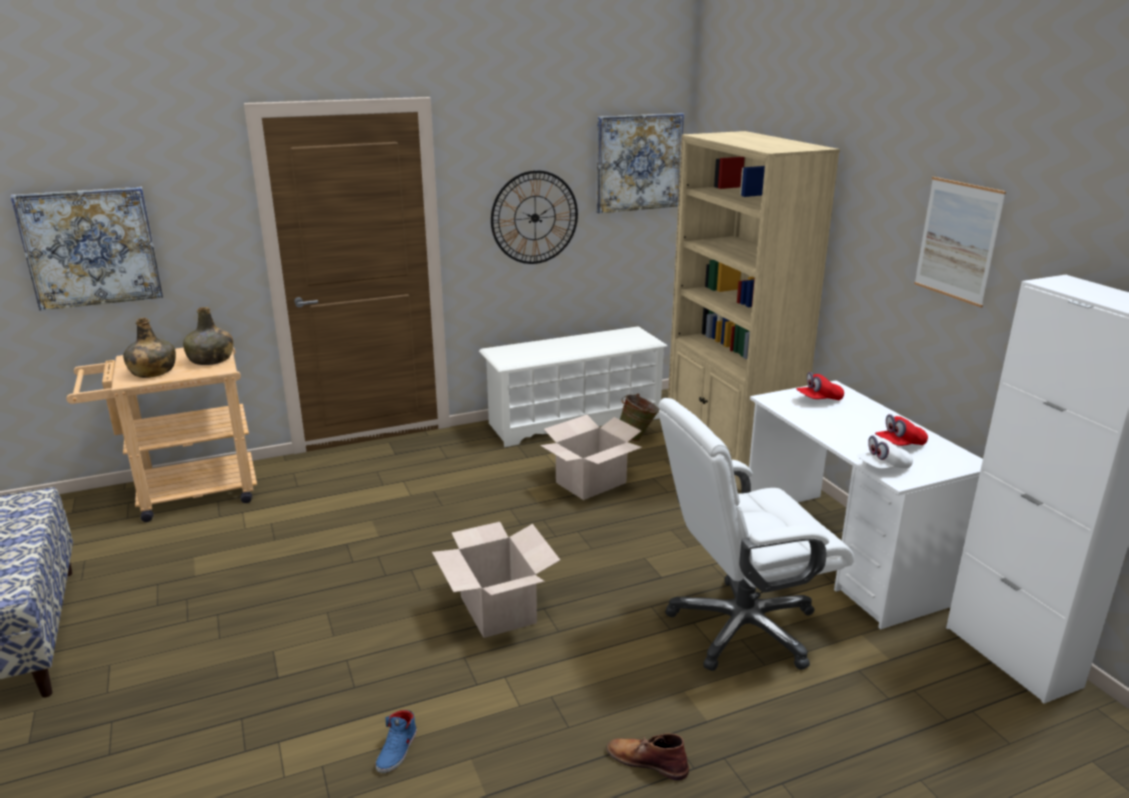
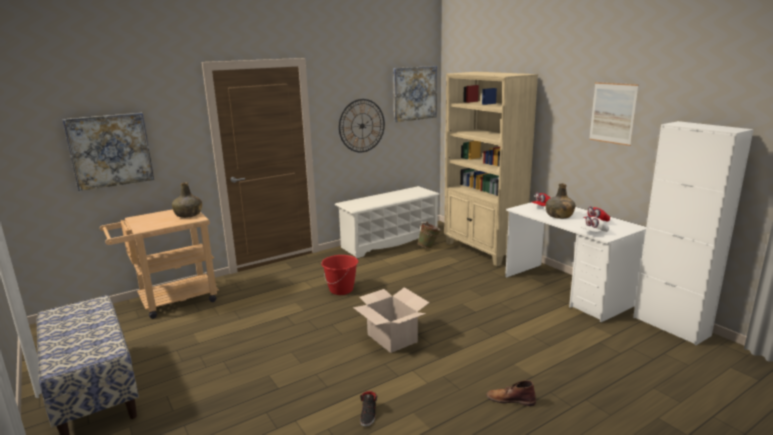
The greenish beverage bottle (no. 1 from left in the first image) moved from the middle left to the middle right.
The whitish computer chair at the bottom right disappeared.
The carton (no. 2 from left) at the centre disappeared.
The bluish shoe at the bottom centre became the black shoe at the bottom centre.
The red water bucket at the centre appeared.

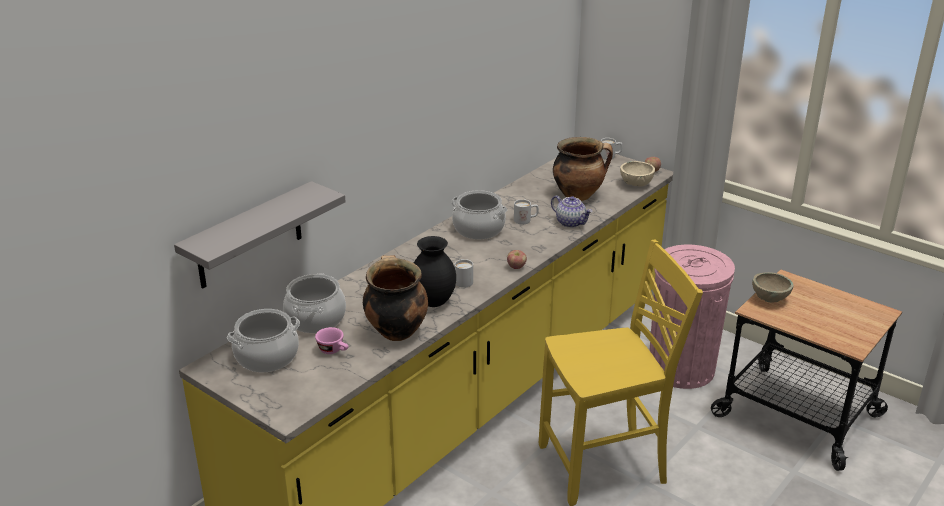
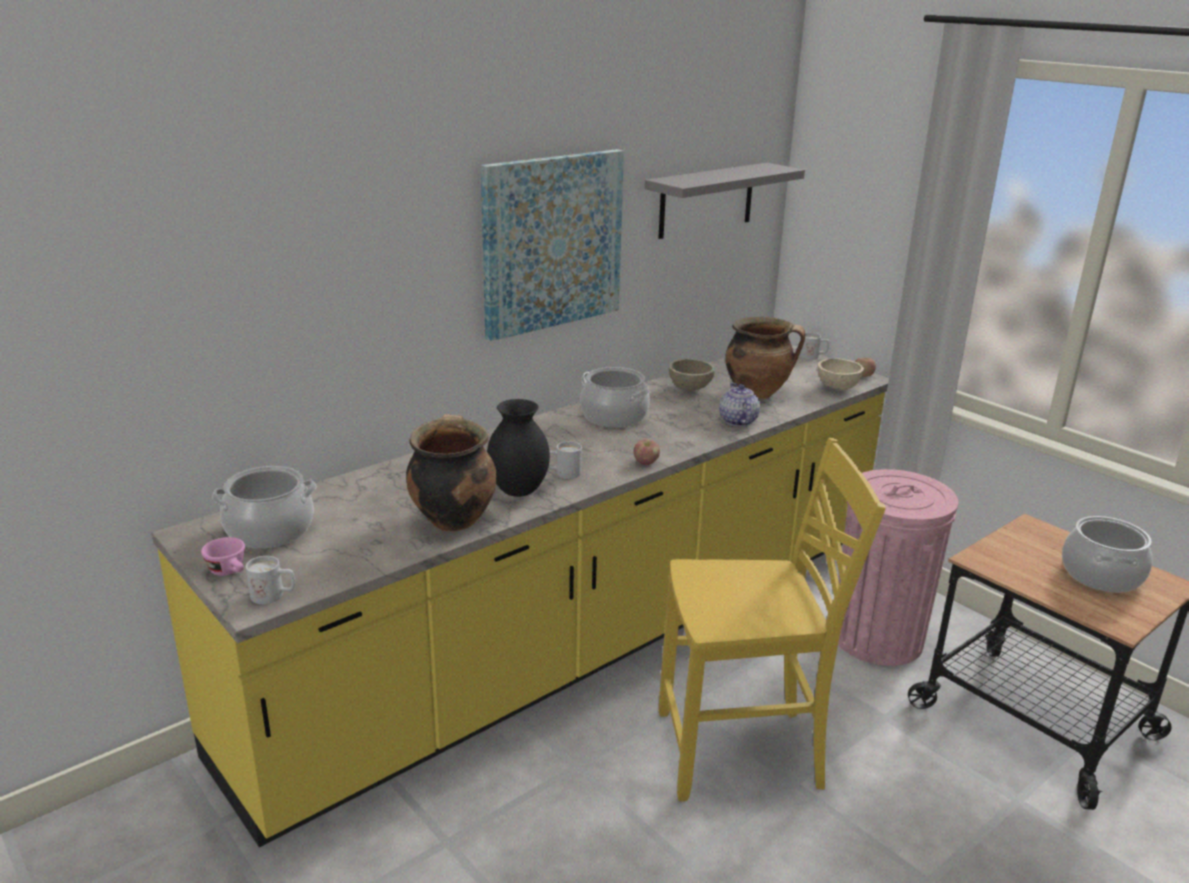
The greyish wall shelf moved from the middle left to the top centre.
The teapot at the centre turned 150 degrees counterclockwise.
The whitish coffee mug (no. 2 from left in the first image) moved from the centre to the middle left.
The sand-coloured bowl (no. 2 from left in the first image) moved from the middle right to the centre.
The stockpot (no. 2 from left in the first image) moved from the middle left to the middle right.
The pink small cup moved from the bottom centre to the middle left.
The picture at the top centre appeared.

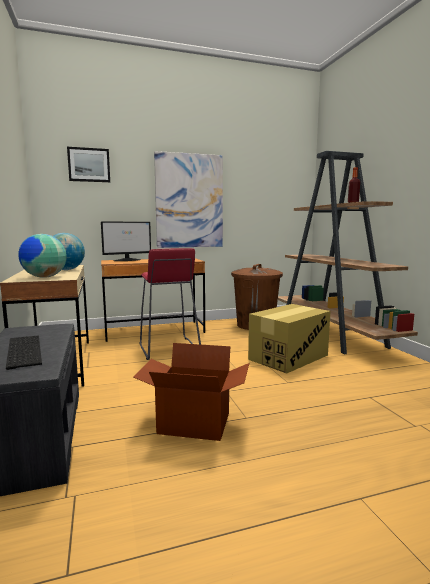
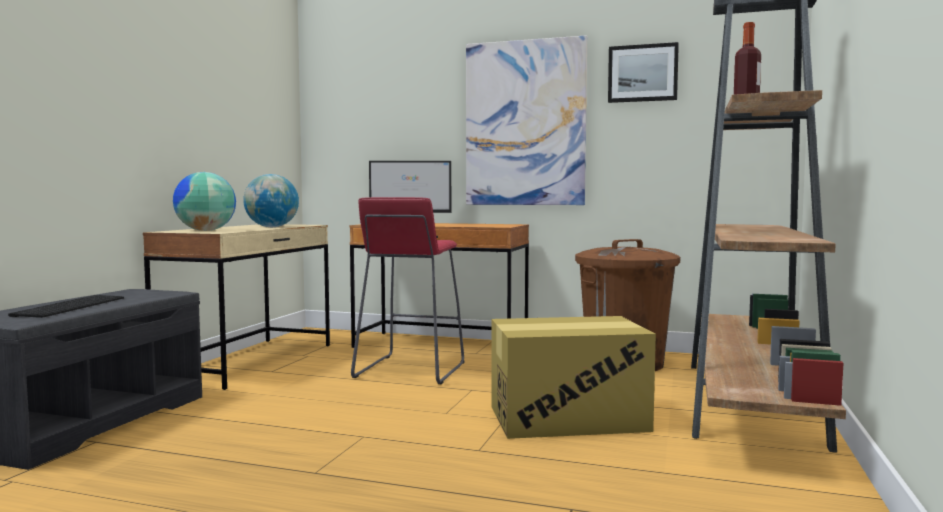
The picture (no. 1 from left in the first image) moved from the top left to the top right.
The carton (no. 1 from left) at the bottom centre disappeared.

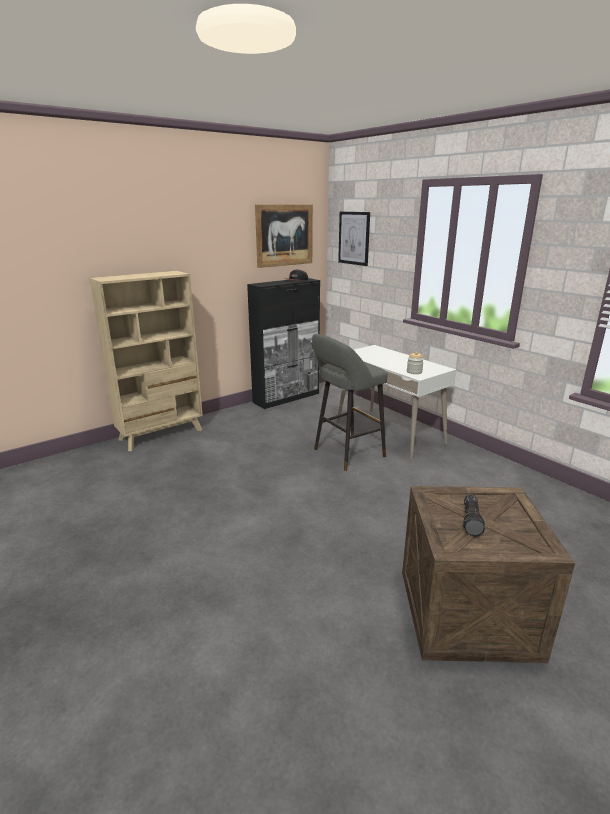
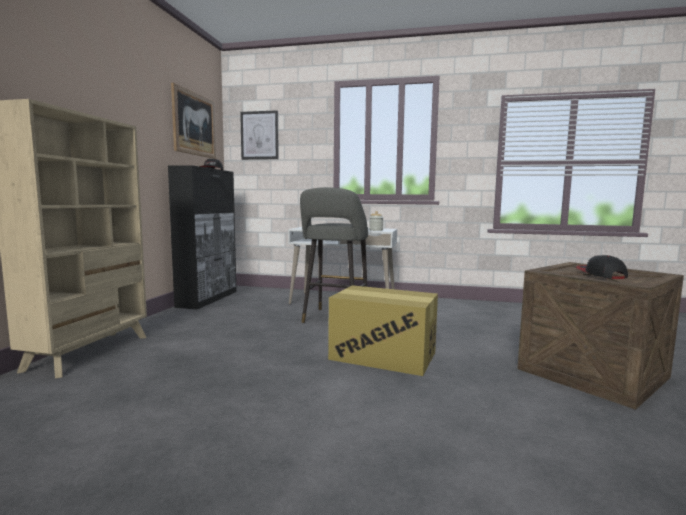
The flashlight at the middle right was replaced by the baseball cap (no. 2 from left) at the middle right.
The carton at the centre appeared.

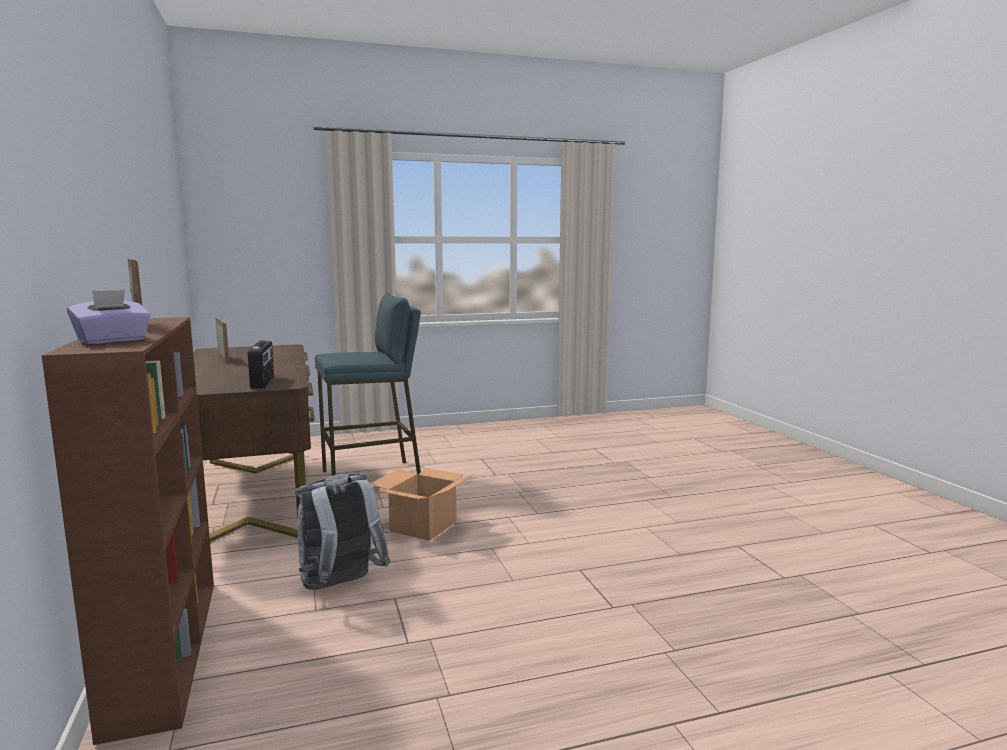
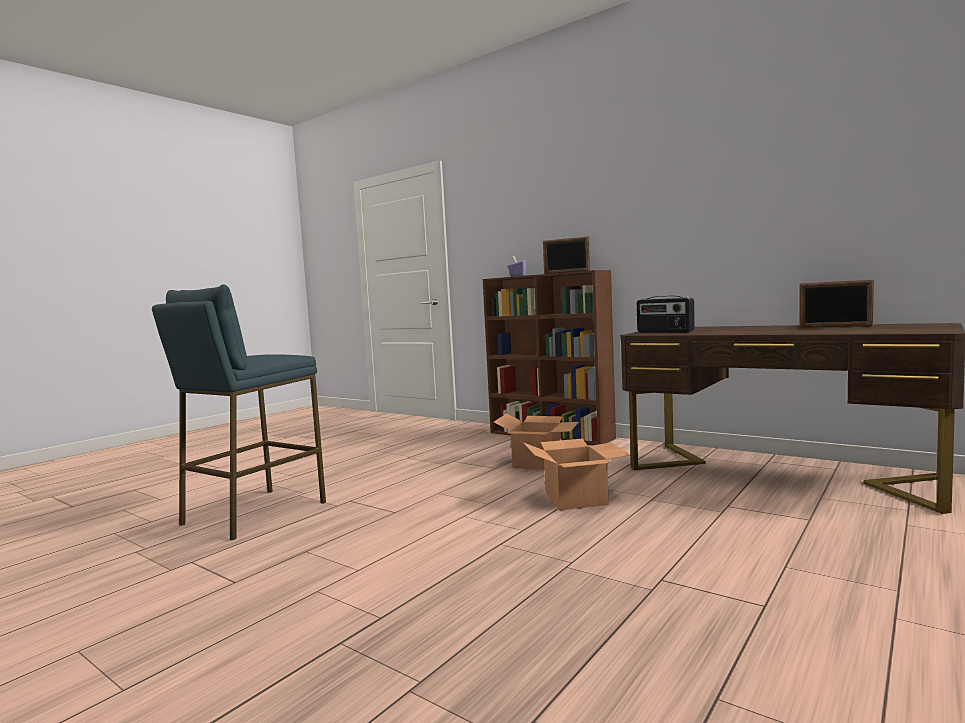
The bluish sitting stool moved from the centre to the middle left.
The greyish backpack at the bottom centre was replaced by the carton (no. 1 from left) at the centre.

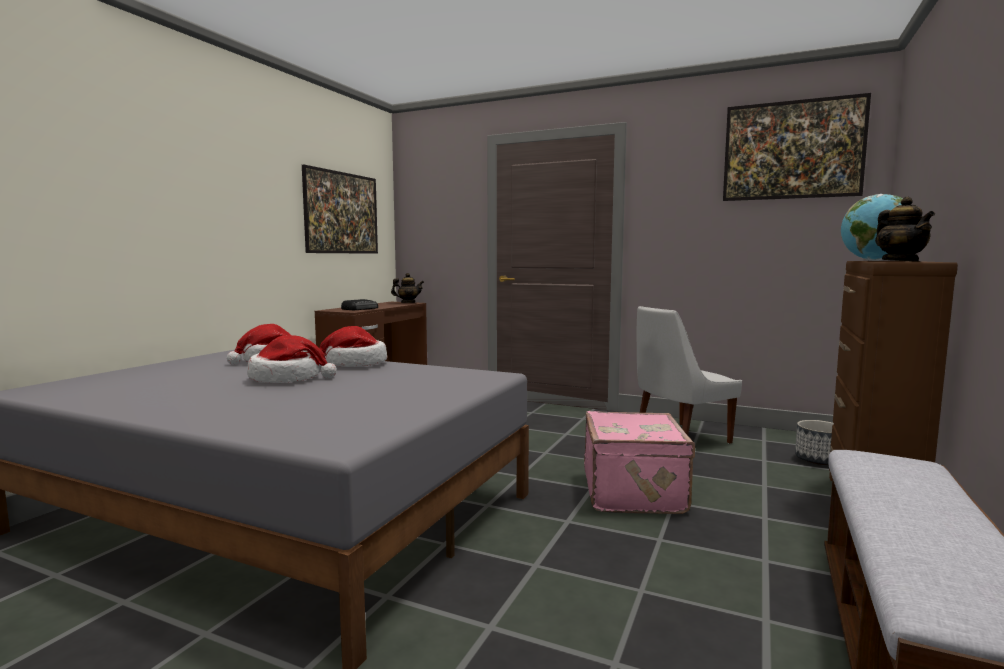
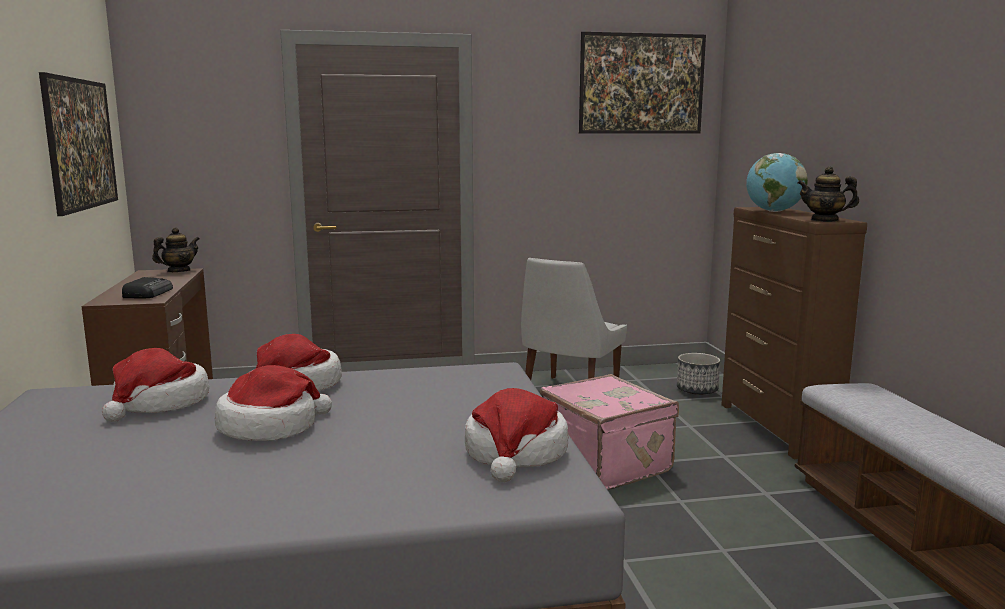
The teapot (no. 2 from left) at the middle right turned 150 degrees clockwise.
The clothing hat (no. 4 from left) at the bottom centre appeared.

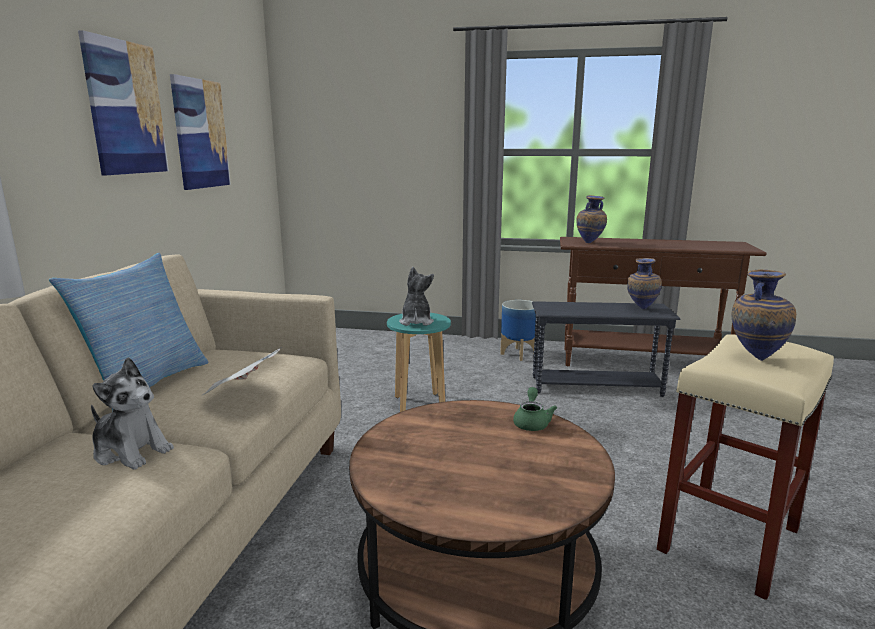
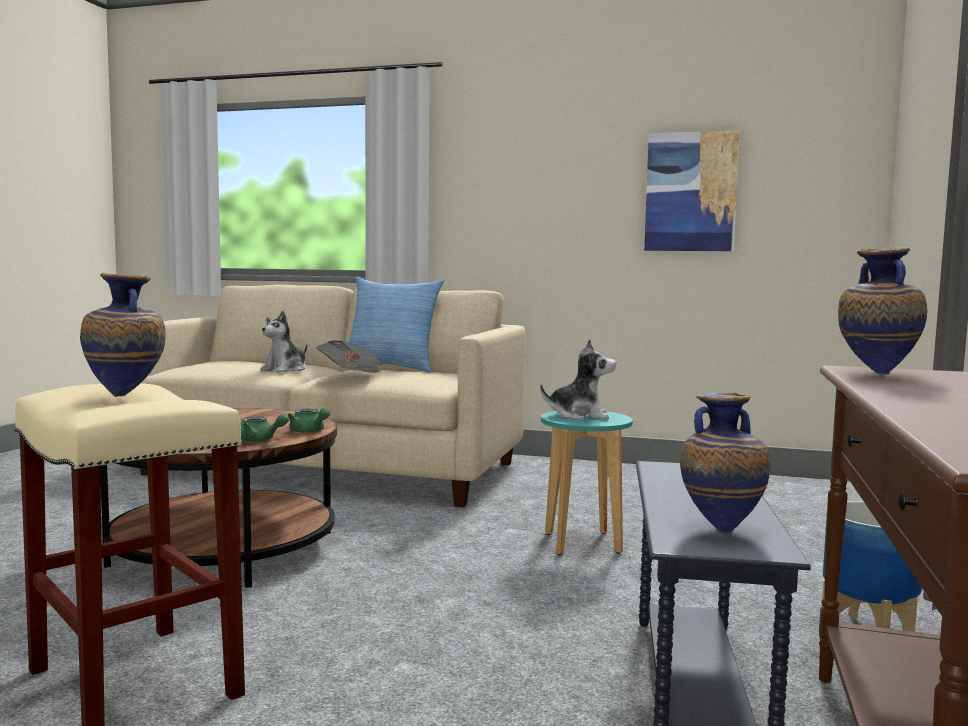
The picture (no. 1 from left) at the top left disappeared.
The greenish teapot (no. 2 from left) at the middle left appeared.

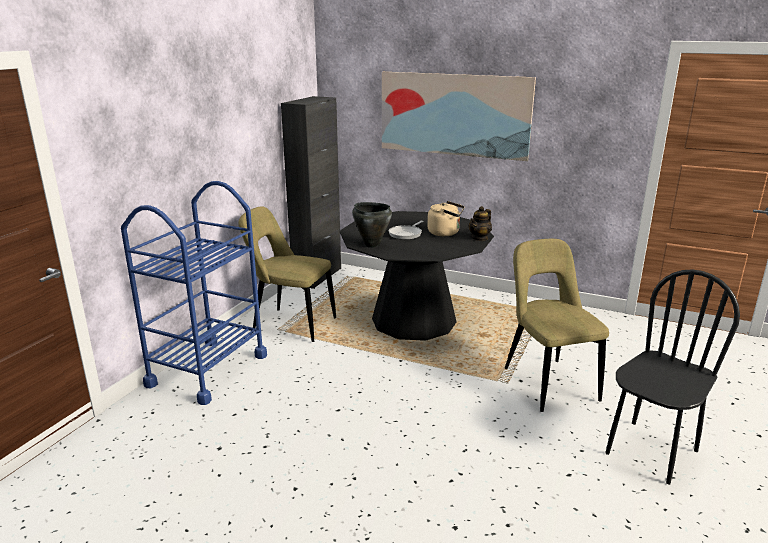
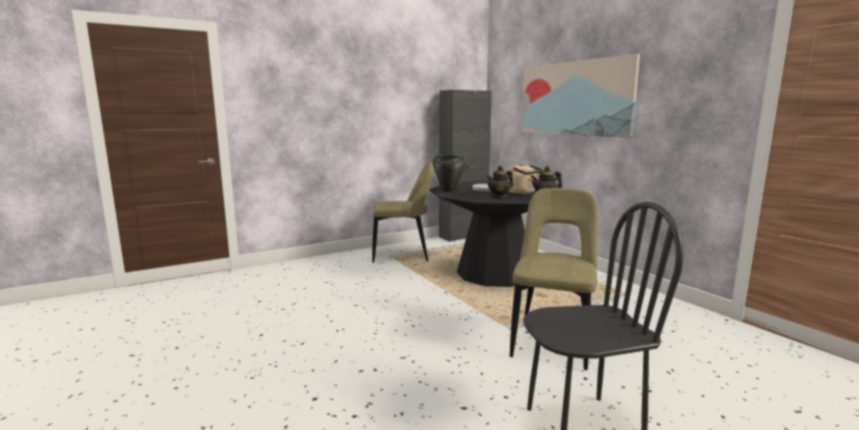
The bluish cart at the middle left disappeared.
The sand-coloured plain chair (no. 1 from left) at the centre turned 120 degrees clockwise.
The teapot (no. 1 from left) at the centre appeared.

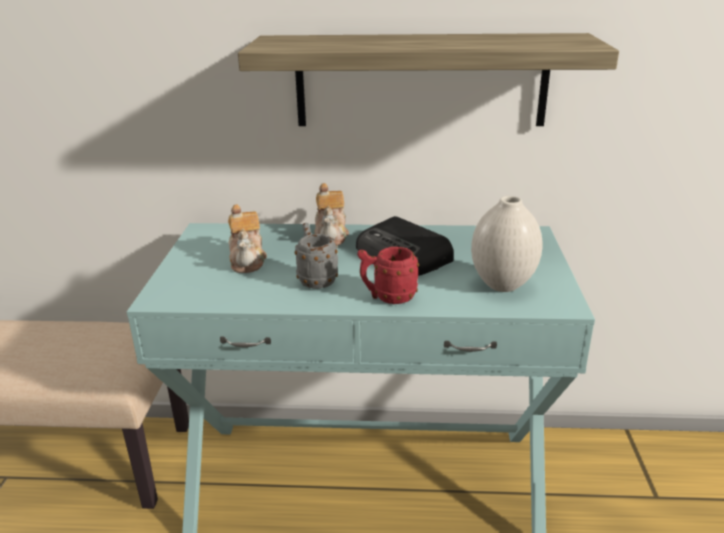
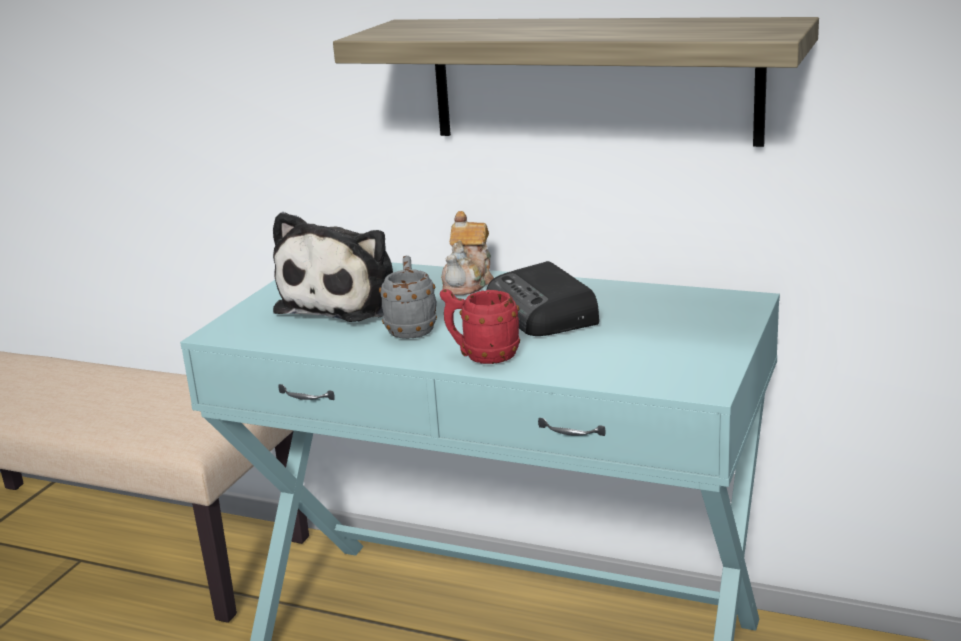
The whitish decorative vase at the middle right disappeared.
The teapot (no. 1 from left) at the centre was replaced by the plush toy at the centre.

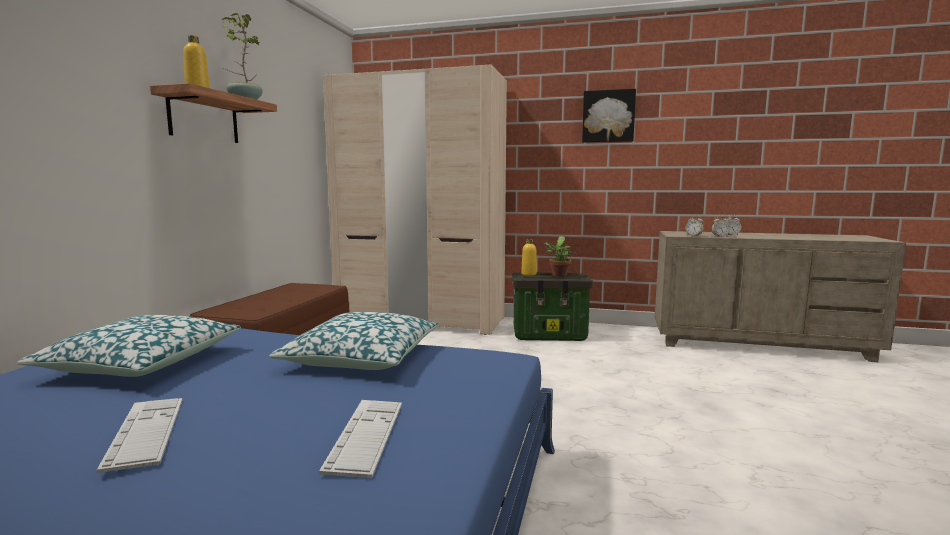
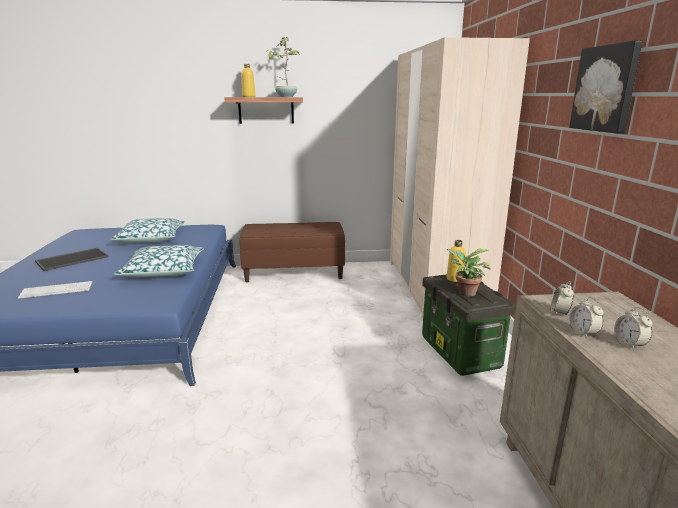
The keyboard (no. 1 from left) at the bottom left was replaced by the serving tray at the middle left.

